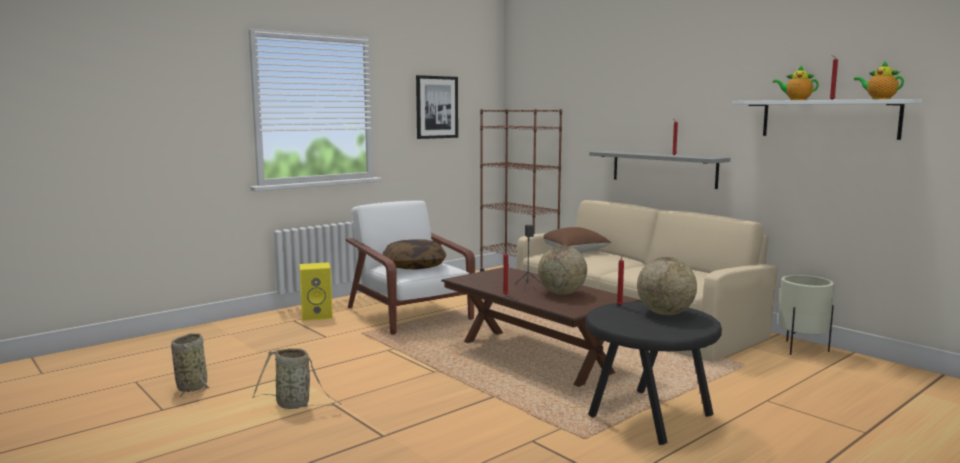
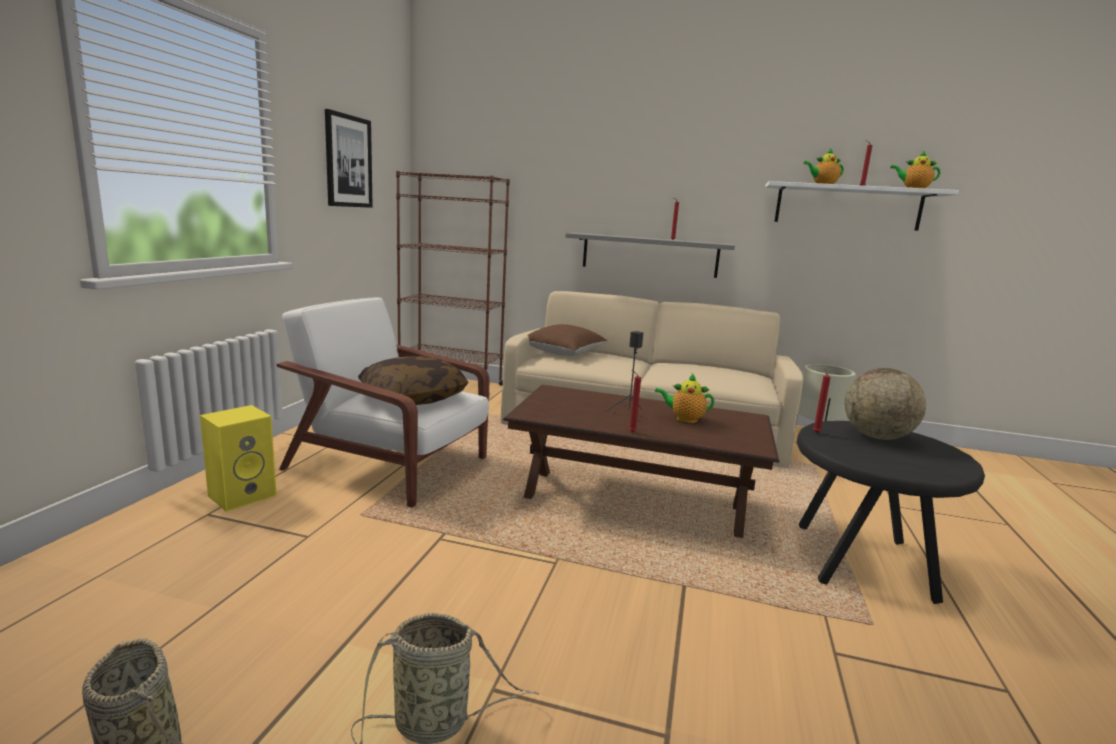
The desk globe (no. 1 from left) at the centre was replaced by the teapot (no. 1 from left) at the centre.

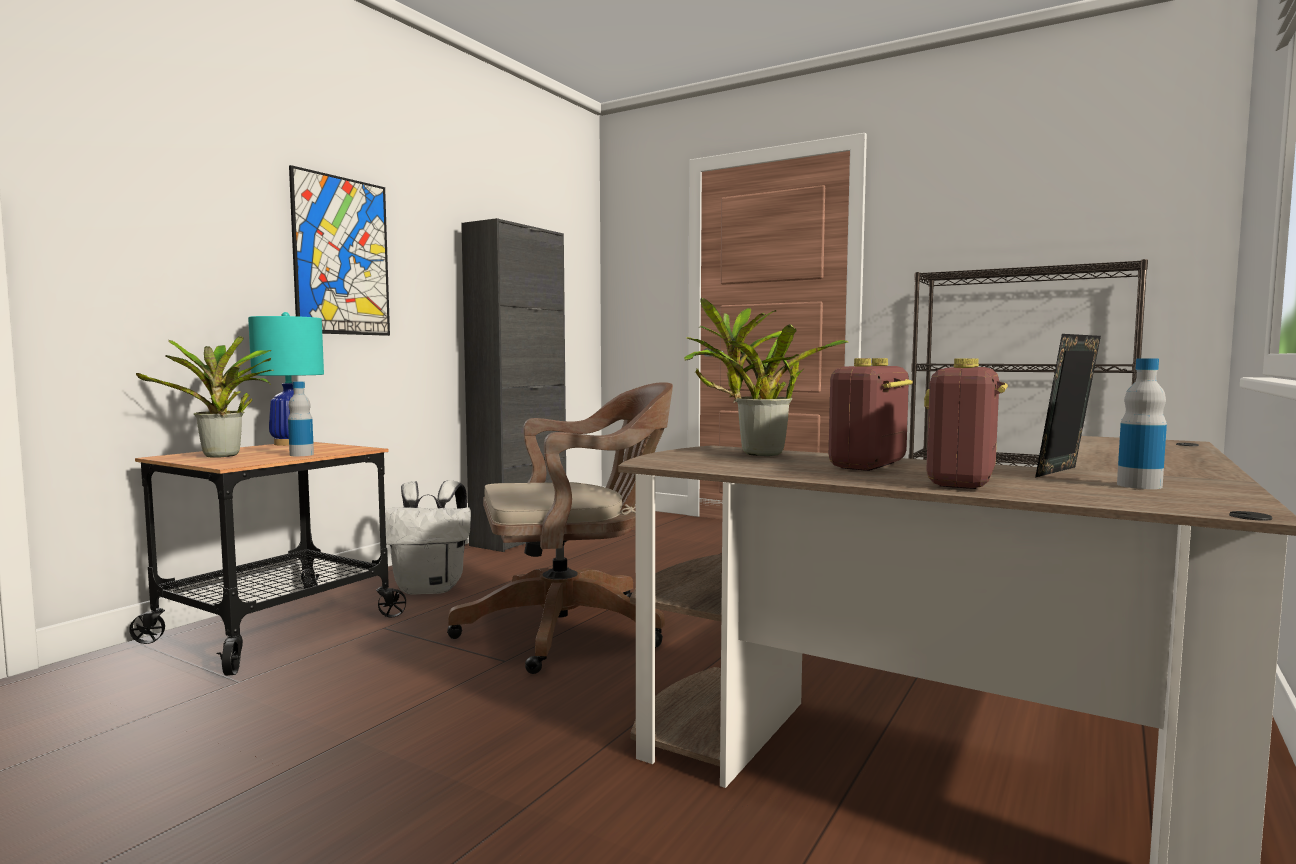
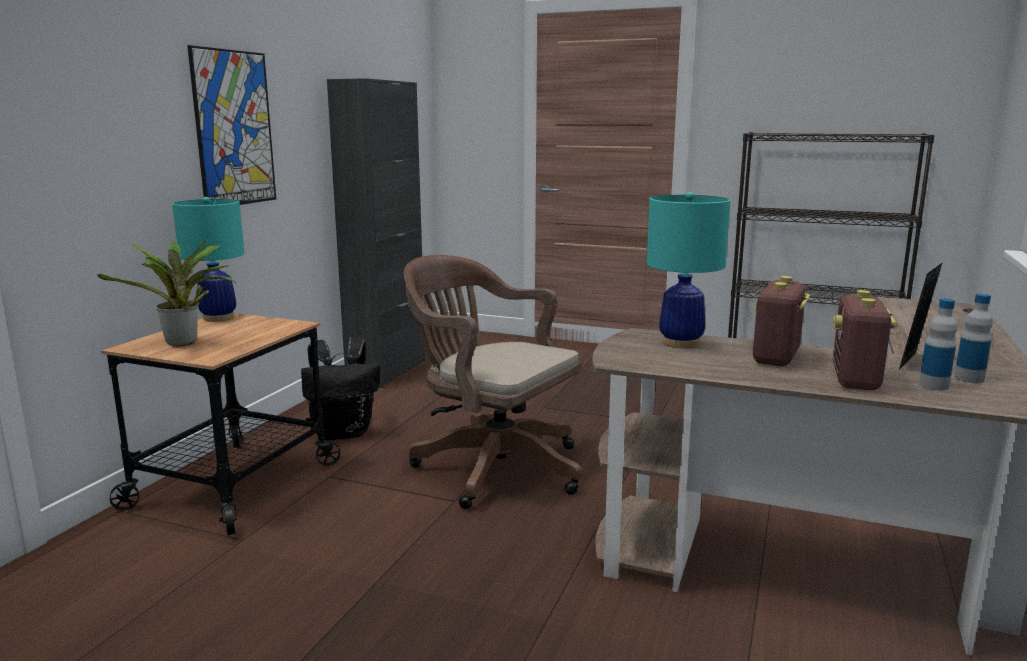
The potted plant (no. 2 from left) at the centre was replaced by the turquoise-coloured table lamp (no. 2 from left) at the middle right.
The beverage bottle (no. 1 from left) moved from the middle left to the middle right.
The brownish computer chair at the centre turned 120 degrees counterclockwise.
The whitish backpack at the middle left became the black backpack at the middle left.

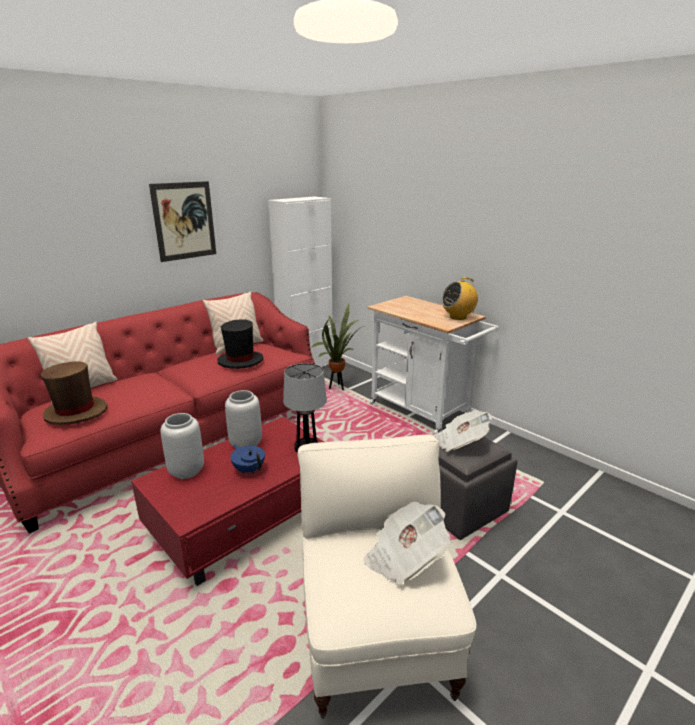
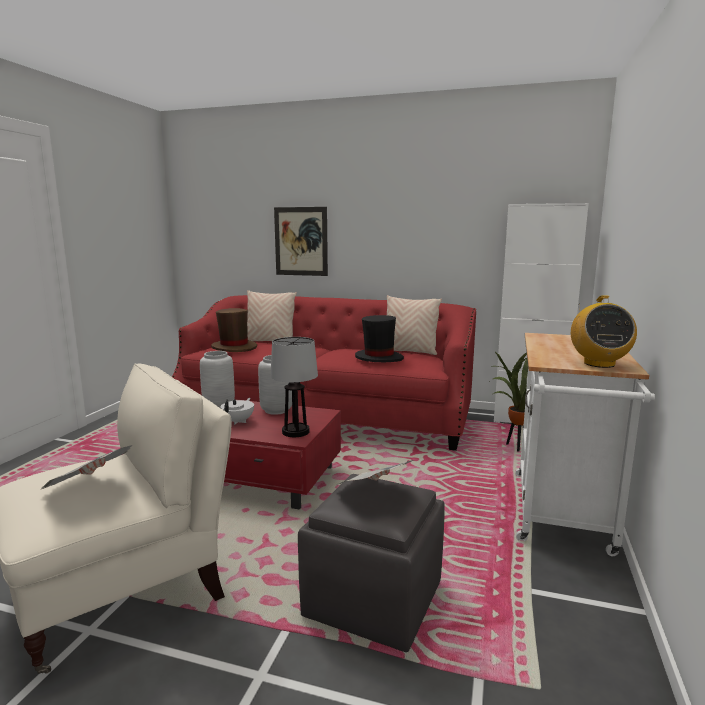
The picture moved from the top left to the centre.
The radio set at the centre turned 120 degrees counterclockwise.
The bluish teapot at the centre became the whitish teapot at the centre.

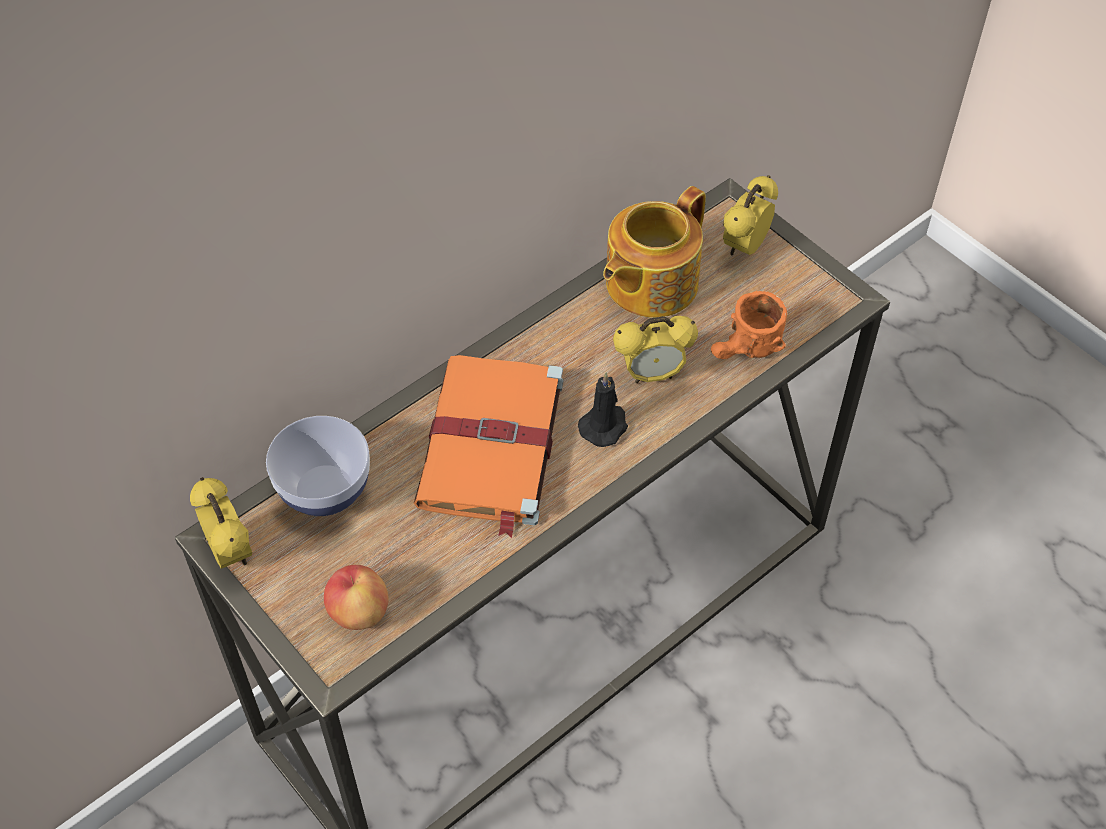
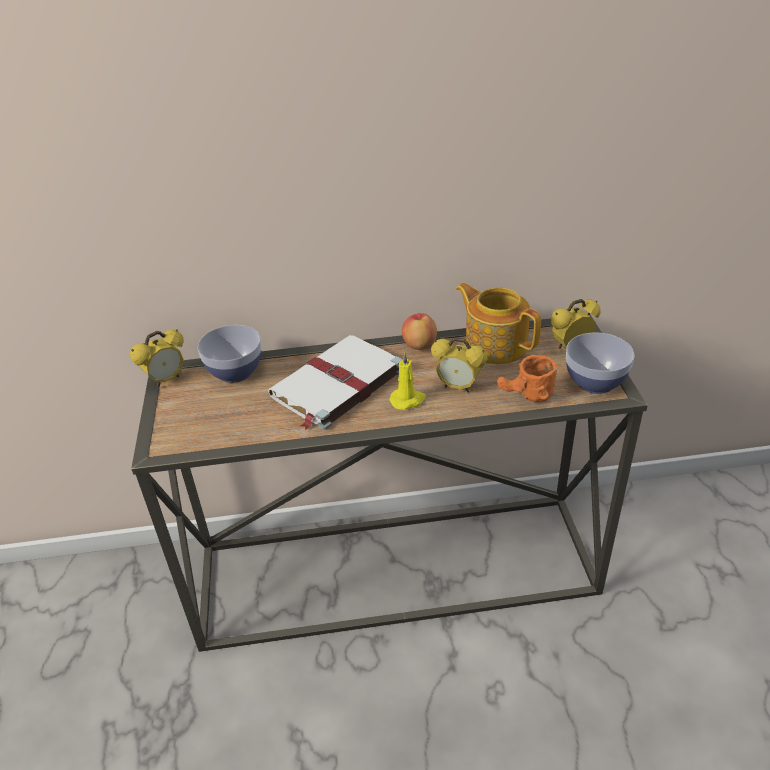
The teapot at the top centre turned 60 degrees clockwise.
The orangey bound book at the centre became the whitish bound book at the centre.
The black wax candle at the centre became the yellow-coloured wax candle at the centre.
The table clock (no. 1 from left) at the middle left turned 45 degrees clockwise.
The apple moved from the bottom left to the centre.
The bowl (no. 2 from left) at the middle right appeared.

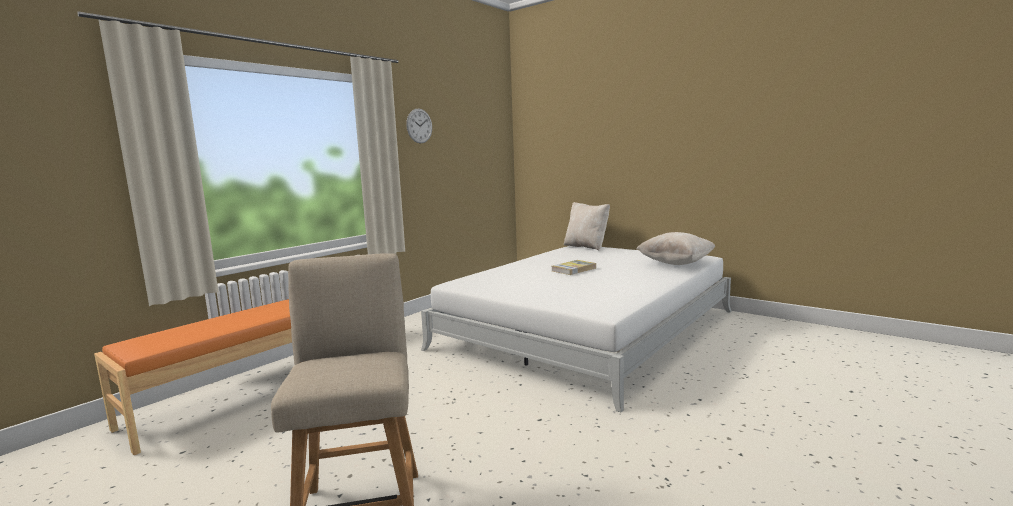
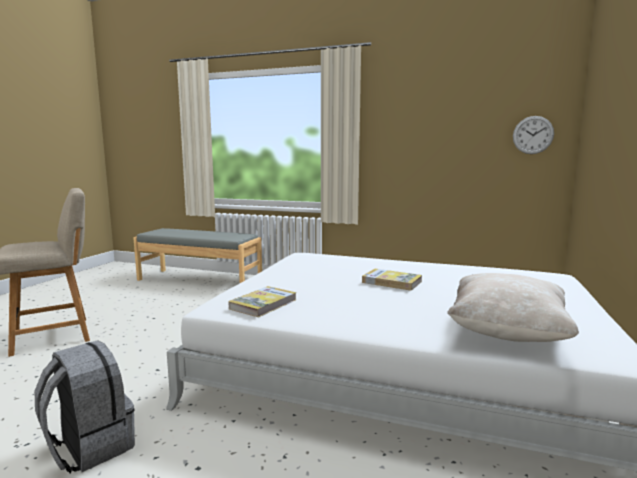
The clock on the wall moved from the top centre to the top right.
The sand-coloured throw pillow (no. 1 from left) at the centre disappeared.
The orangey long seat at the bottom left became the greyish long seat at the middle left.
The bound book (no. 1 from left) at the centre appeared.
The greyish backpack at the bottom left appeared.

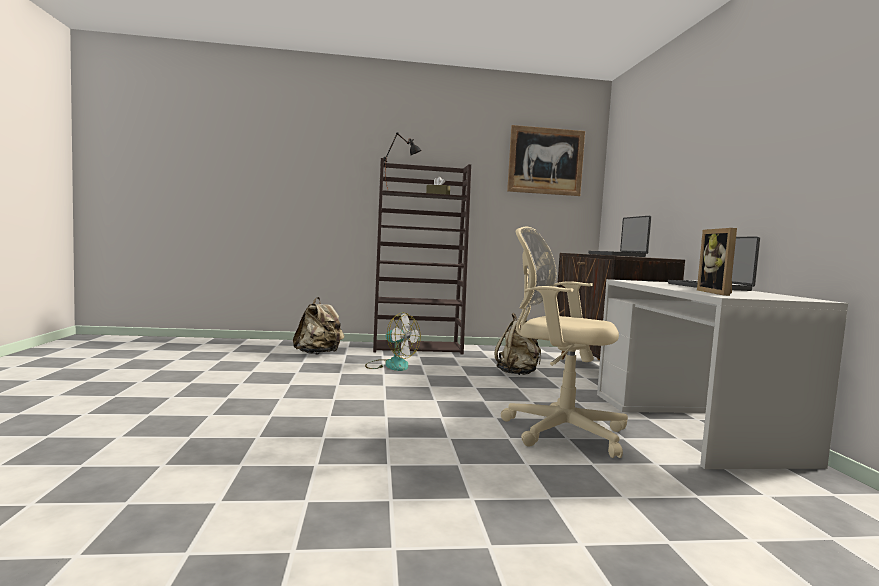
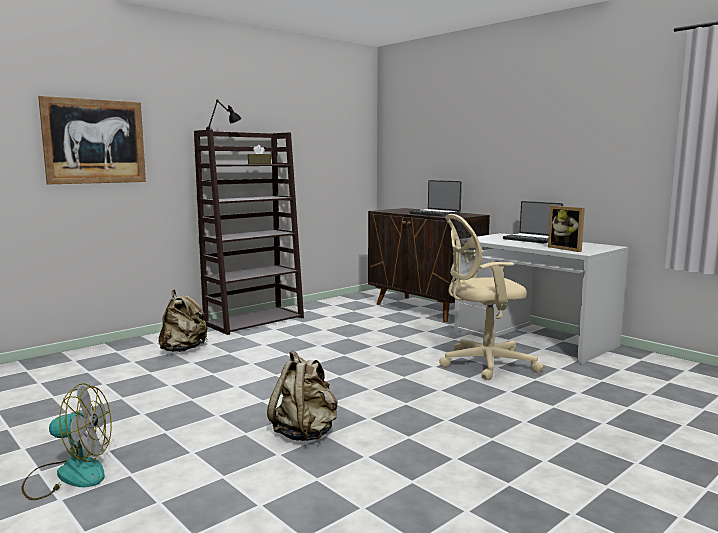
The picture moved from the top centre to the top left.
The electric fan moved from the centre to the bottom left.
The sand-coloured backpack (no. 2 from left) moved from the centre to the bottom centre.

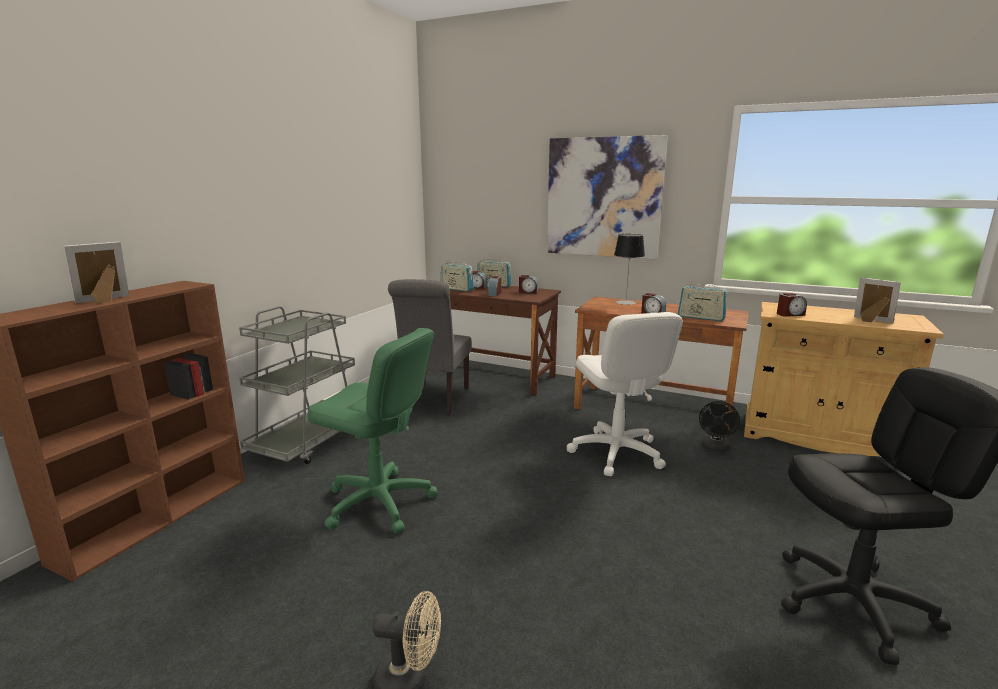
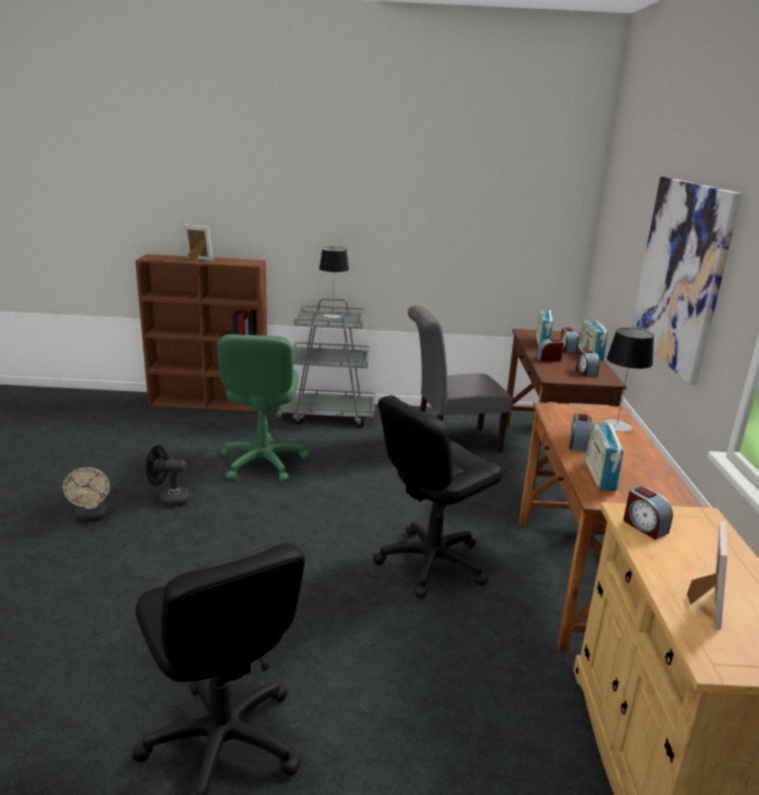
The whitish computer chair at the centre became the black computer chair (no. 2 from left) at the centre.
The black electric fan moved from the middle right to the middle left.
The table lamp (no. 1 from left) at the centre appeared.

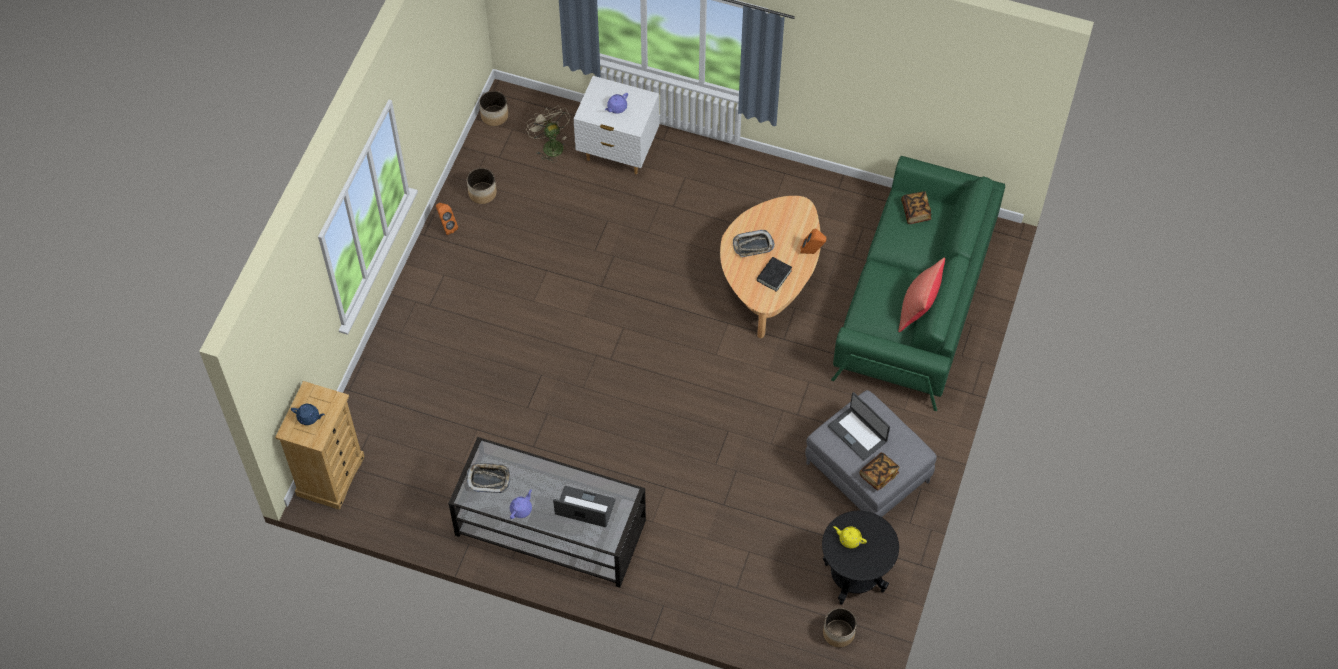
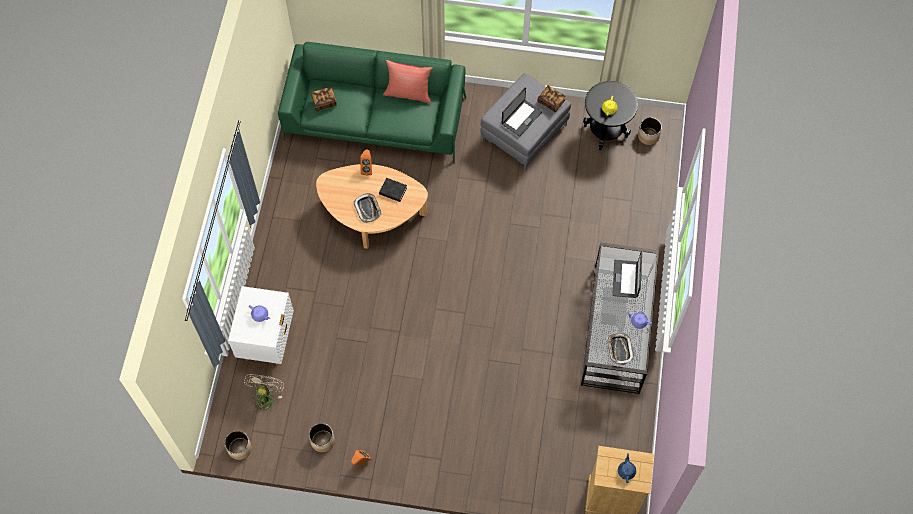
The sand-coloured electric fan at the top centre turned 135 degrees clockwise.

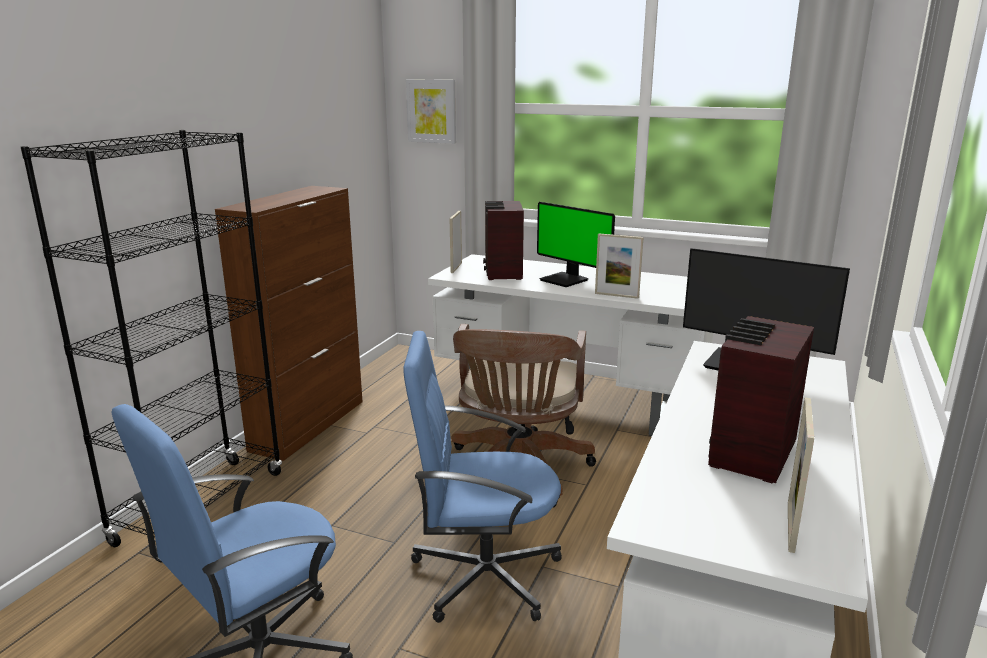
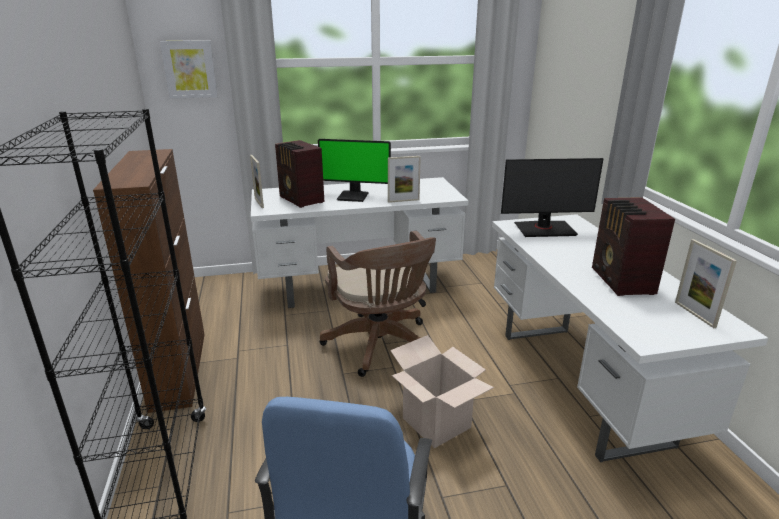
The bluish computer chair (no. 2 from left) at the bottom centre was replaced by the carton at the bottom centre.

